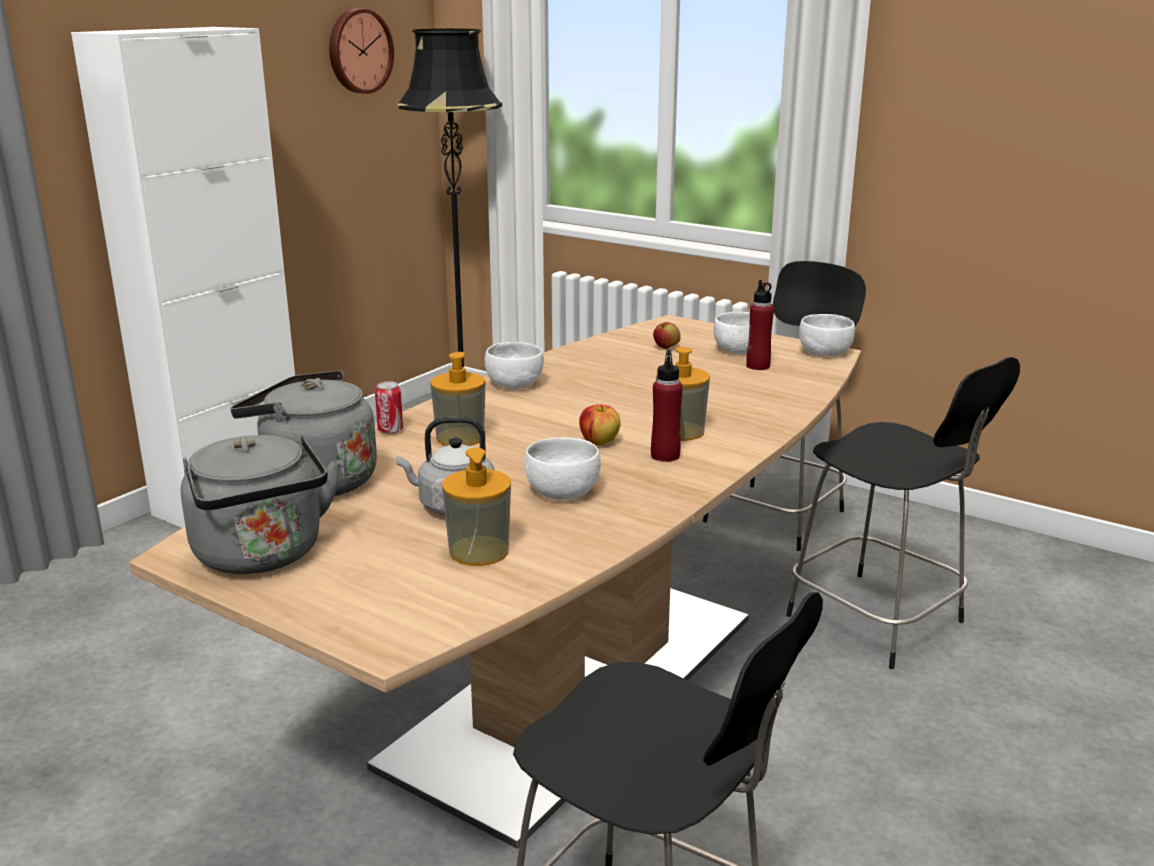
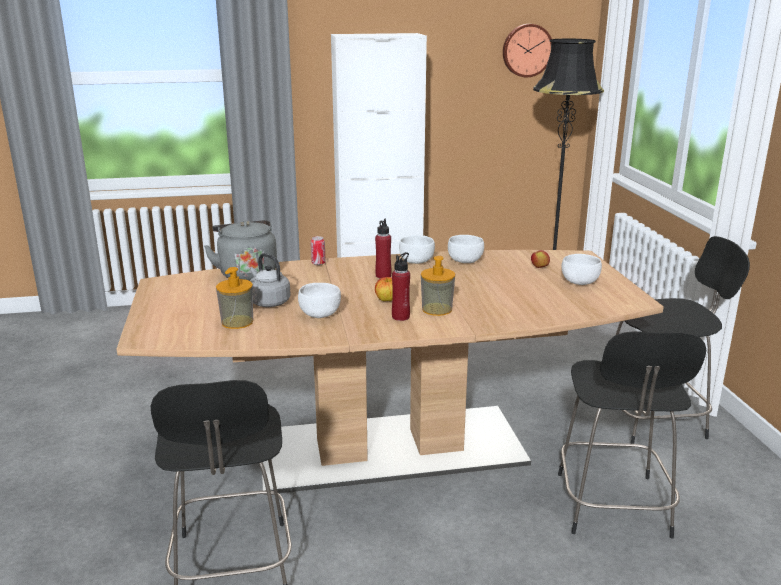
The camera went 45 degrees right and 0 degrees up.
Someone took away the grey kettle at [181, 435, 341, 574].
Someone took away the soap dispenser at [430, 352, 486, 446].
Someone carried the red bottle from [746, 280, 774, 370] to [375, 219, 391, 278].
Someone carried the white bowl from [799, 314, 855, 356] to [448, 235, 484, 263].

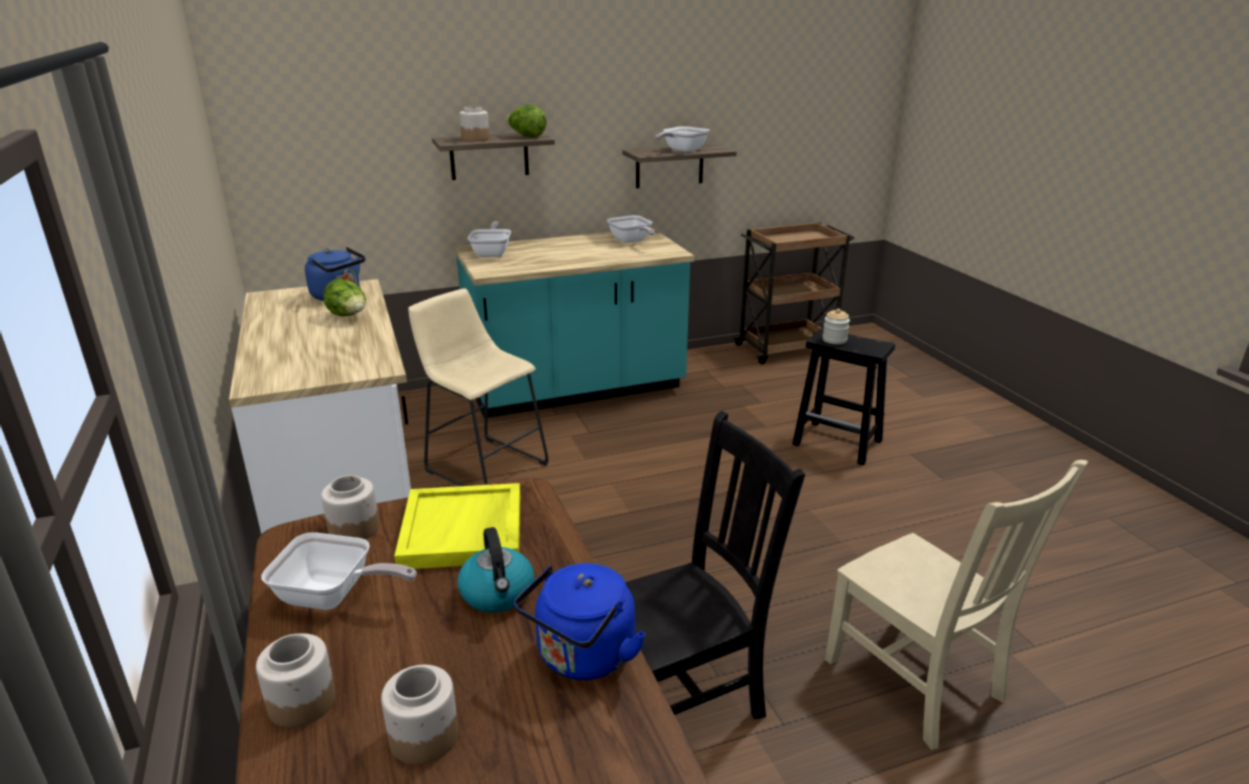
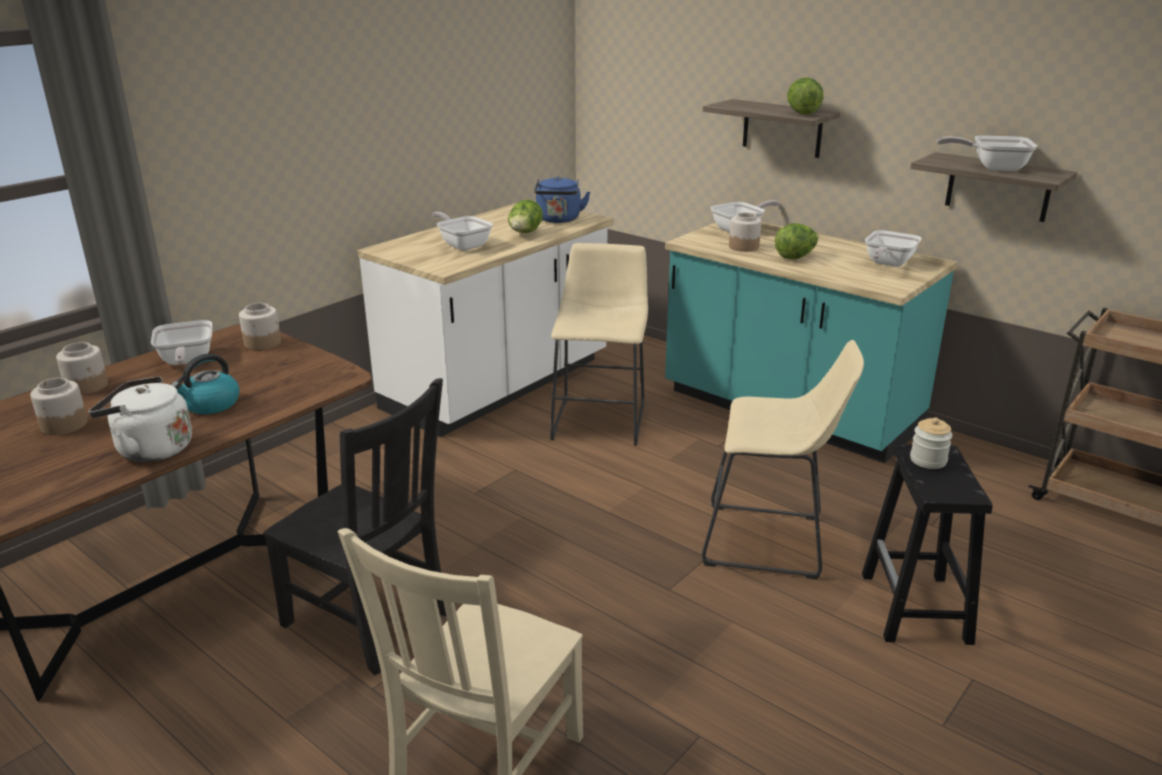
The camera went 60 degrees right and 0 degrees up.
Someone took away the yellow tray at [394, 483, 520, 569].
Someone put down the frying pan at [432, 212, 493, 250].
Someone put down the beige stool at [702, 340, 864, 579].
Someone put down the lettuce at [775, 223, 819, 260].
Someone carried the jar from [459, 107, 489, 142] to [729, 212, 761, 252].
Someone repainted the blue kettle at [514, 563, 646, 680], which became the white kettle at [88, 376, 192, 462].

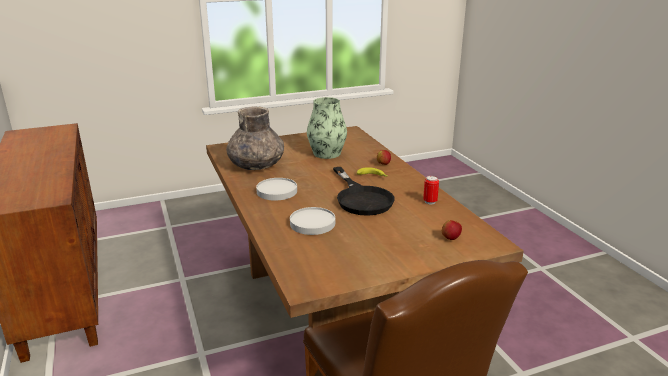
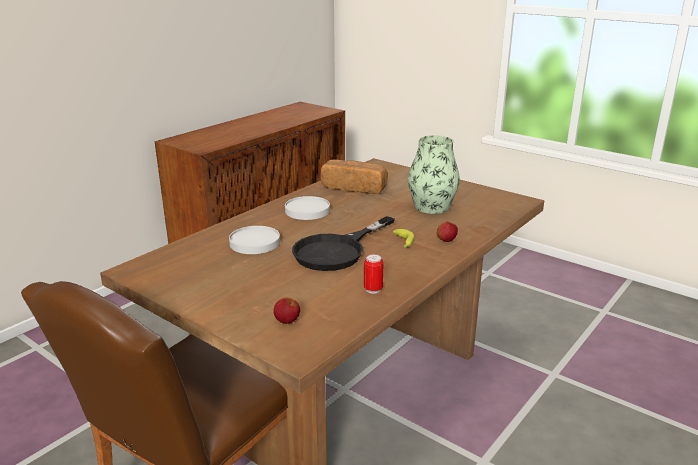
The camera went 60 degrees right and 0 degrees up.
Someone swapped the grey vase at [226, 106, 284, 170] for the bread at [321, 159, 388, 194].

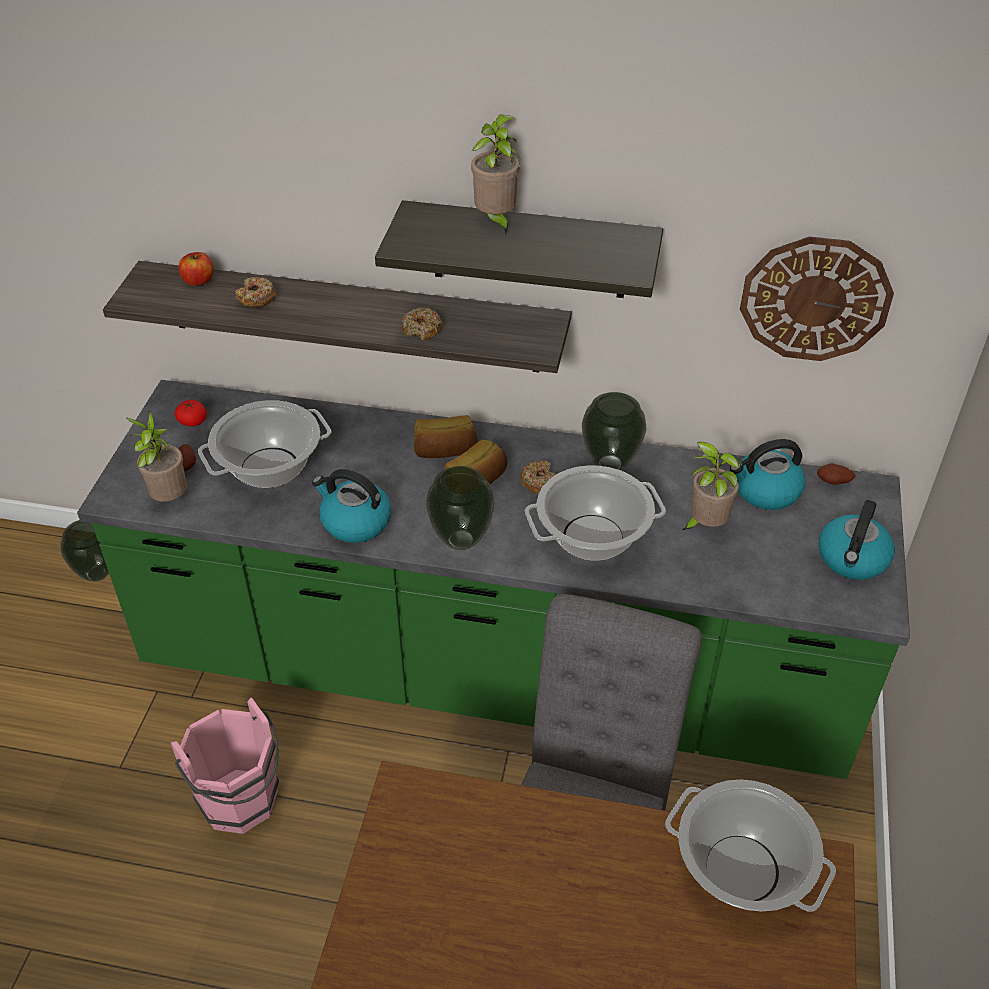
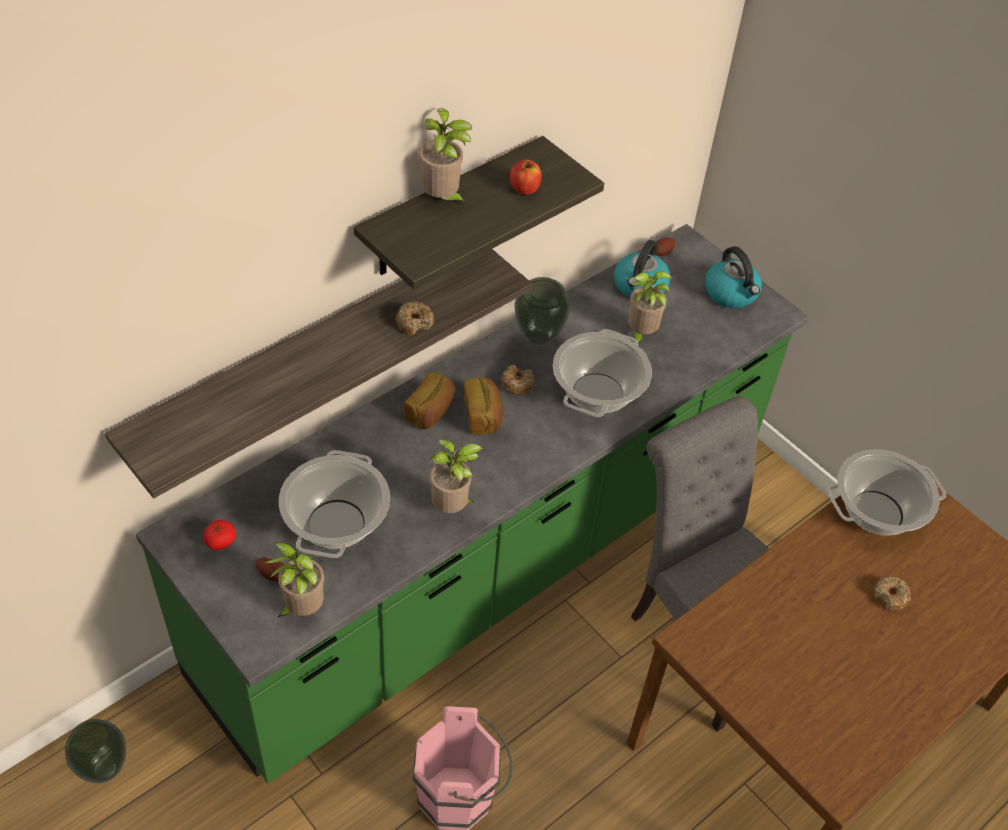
The camera went 55 degrees left and 5 degrees up.
Someone took away the vase at [426, 466, 495, 550].
Someone took away the wall clock at [740, 236, 894, 361].
Someone carried the apple from [178, 252, 214, 286] to [510, 160, 542, 195].
Someone carried the donut from [236, 277, 276, 307] to [873, 577, 911, 610].
Someone swapped the kettle at [312, 469, 392, 543] for the potted plant at [430, 439, 483, 513].

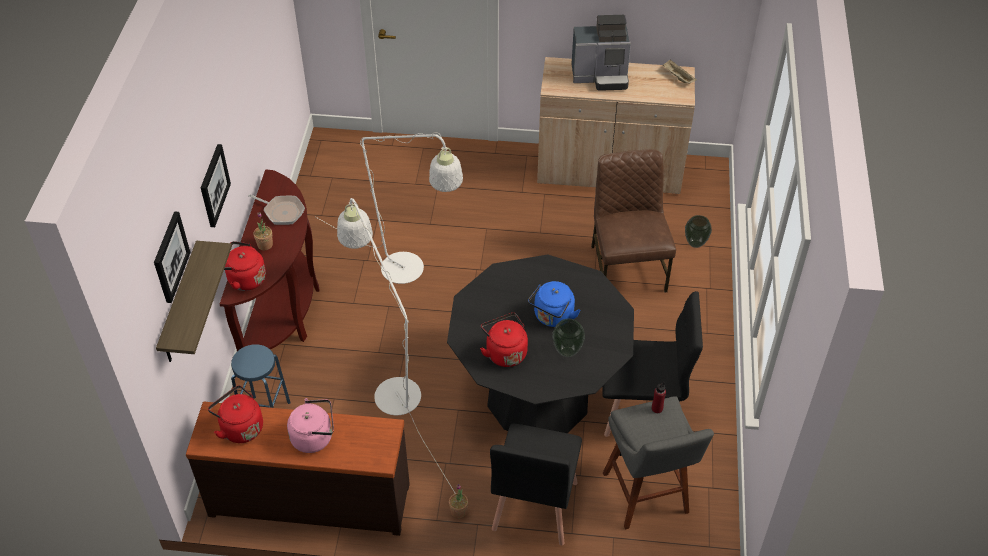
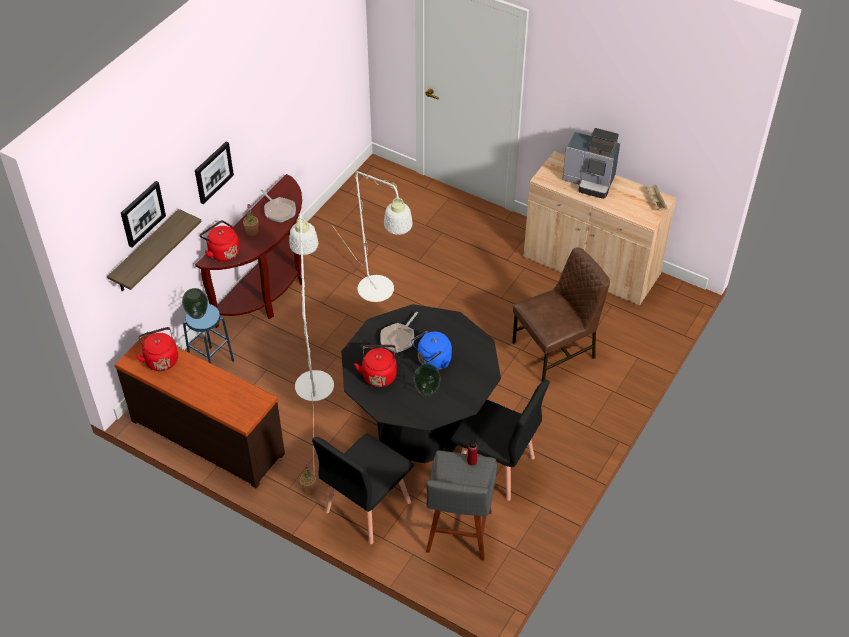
The camera went 25 degrees right and 0 degrees up.
Someone took away the pink kettle at [287, 398, 334, 453].
Someone put down the frying pan at [380, 312, 418, 353].
Someone carried the vase from [685, 215, 712, 248] to [182, 288, 208, 319].
Someone rotated the brown chair at [591, 149, 676, 292] by 45 degrees clockwise.

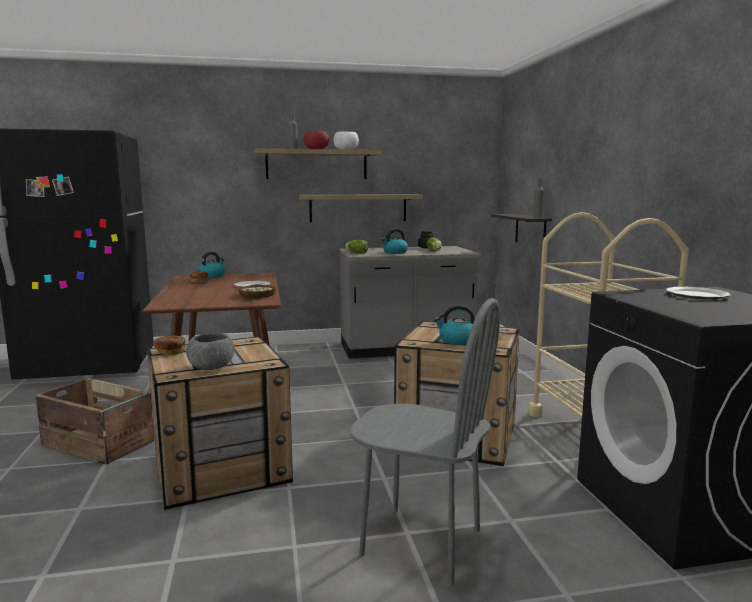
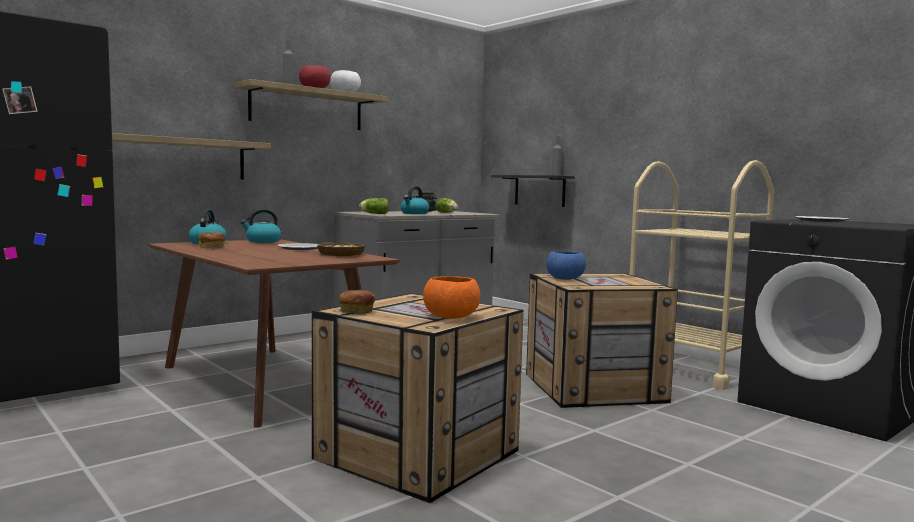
The camera went 30 degrees left and 5 degrees down.
Someone took away the crate at [35, 378, 155, 465].
Someone took away the grey chair at [350, 298, 500, 585].
Someone put down the blue bowl at [546, 251, 586, 280].
Someone carried the shelf from [299, 194, 422, 222] to [112, 133, 271, 180].
Someone carried the kettle from [434, 305, 475, 345] to [241, 209, 281, 243].
Someone repainted the grey bowl at [186, 333, 235, 370], which became the orange bowl at [423, 276, 480, 319].

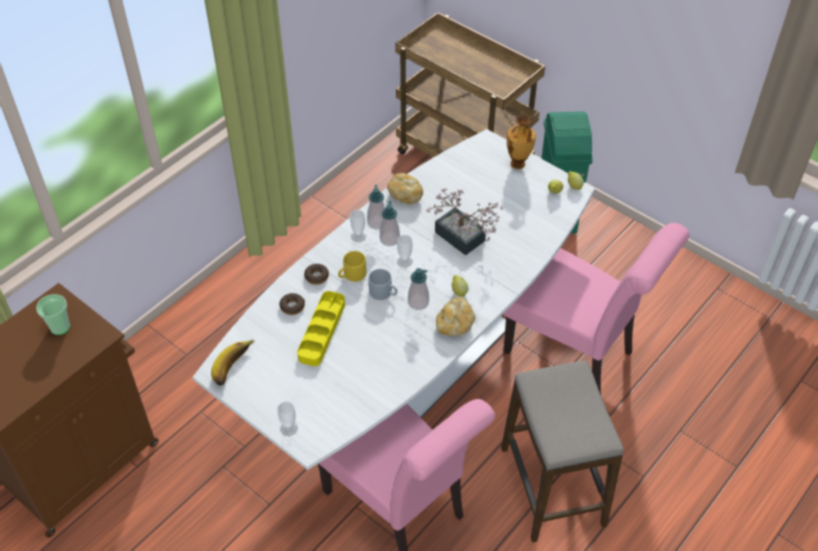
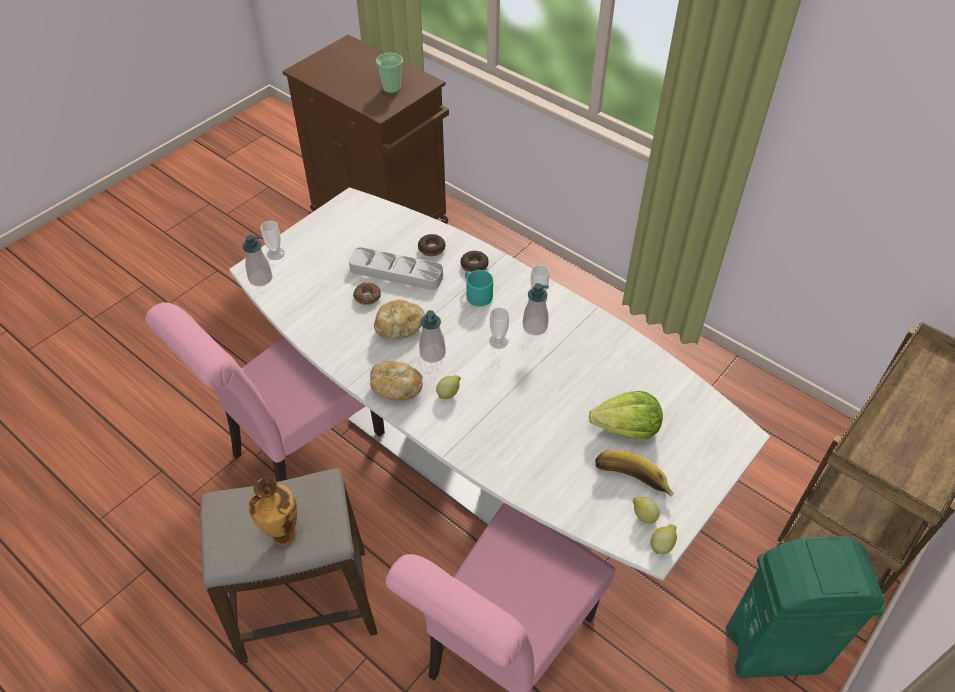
The camera went 90 degrees right and 0 degrees up.
Someone took away the grey mug at [369, 269, 398, 300].
Someone took away the potted plant at [426, 188, 503, 255].
Someone put down the donut at [353, 282, 381, 305].
Someone put down the lettuce at [589, 391, 663, 439].
Someone carried the banana from [211, 339, 255, 386] to [595, 450, 674, 496].
Someone carried the soap dispenser from [367, 185, 385, 230] to [242, 235, 272, 286].
Someone carried the bread from [387, 173, 423, 204] to [374, 300, 425, 339].
Someone carried the vase from [507, 115, 536, 169] to [249, 477, 297, 545].
Someone repainted the yellow tray at [297, 291, 345, 366], which became the grey tray at [349, 247, 443, 290].
Someone repainted the yellow mug at [338, 251, 366, 282], which became the turquoise mug at [465, 270, 493, 306].

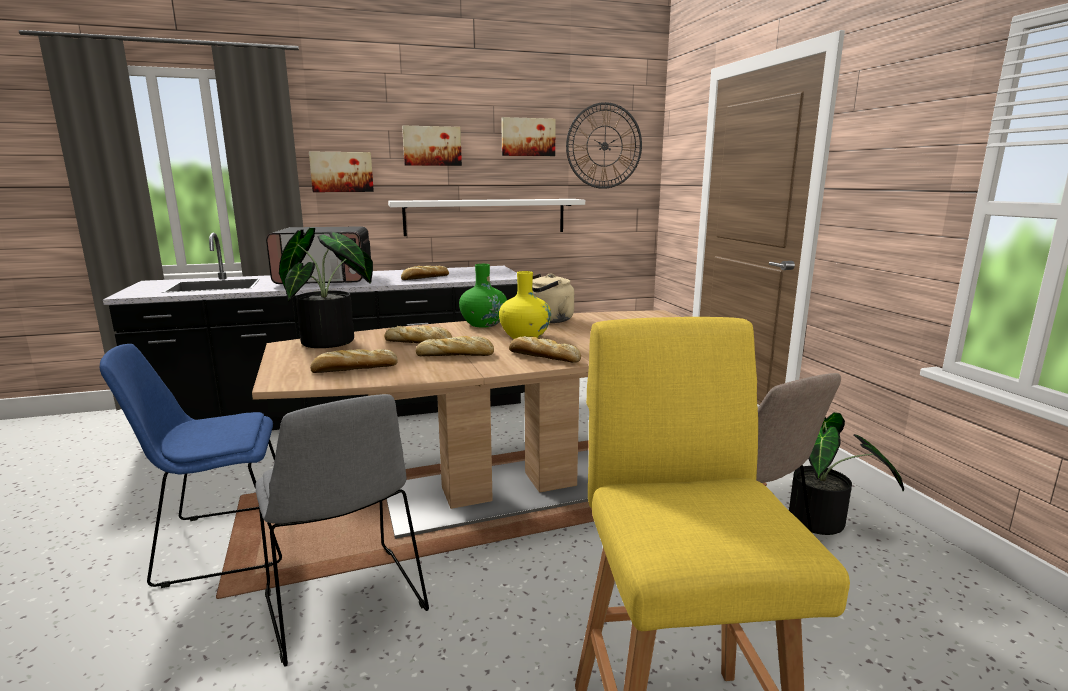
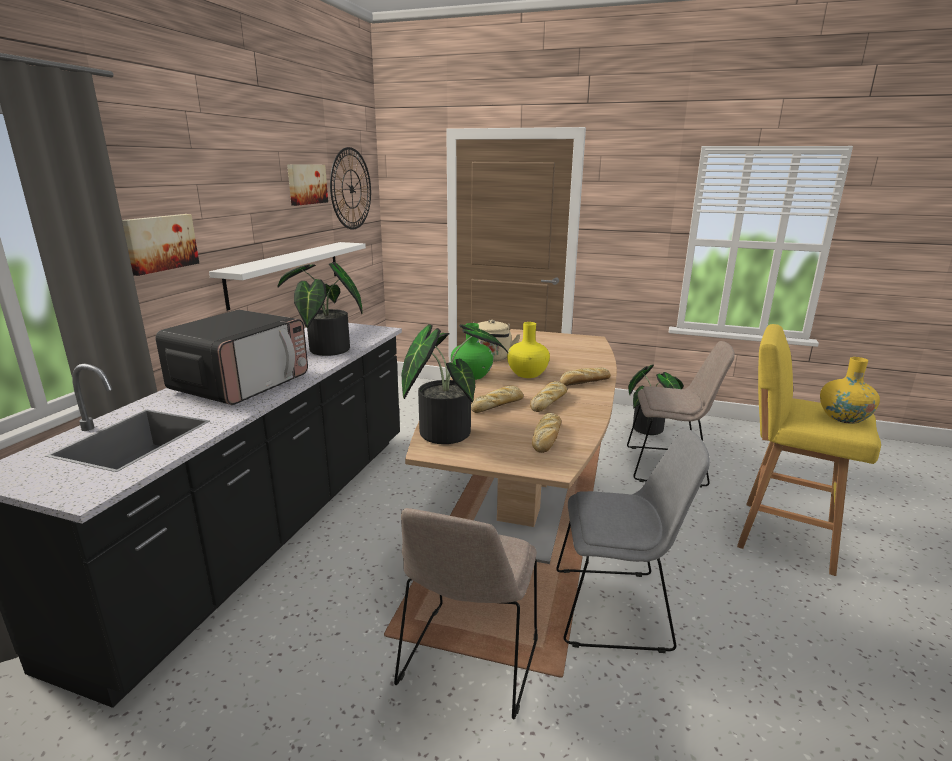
The camera went 55 degrees left and 5 degrees up.
Someone took away the picture at [402, 126, 462, 166].
Someone put down the yellow vase at [820, 357, 880, 424].
Someone swapped the bread at [401, 265, 449, 280] for the potted plant at [277, 262, 363, 356].
Someone repainted the blue chair at [100, 344, 282, 588], which became the beige chair at [394, 508, 538, 720].

